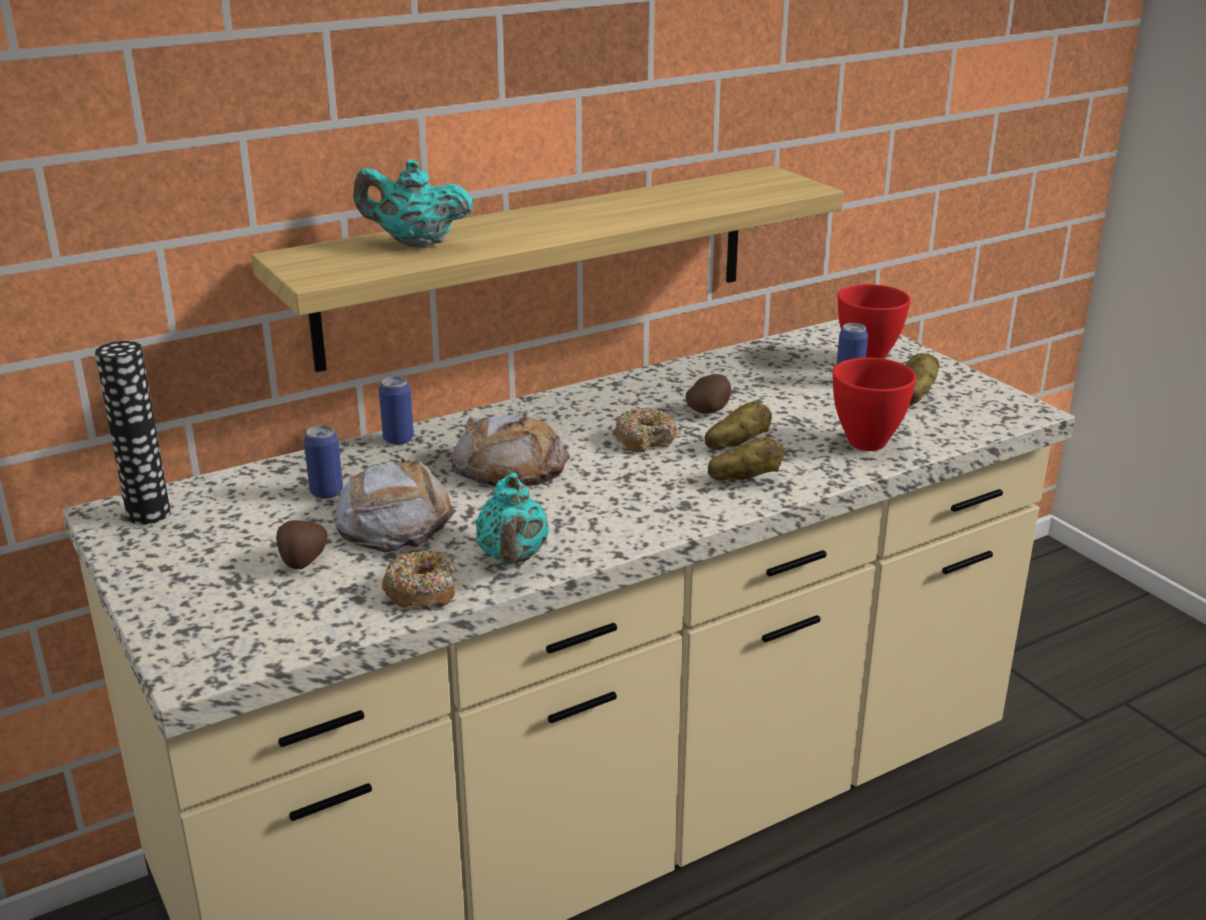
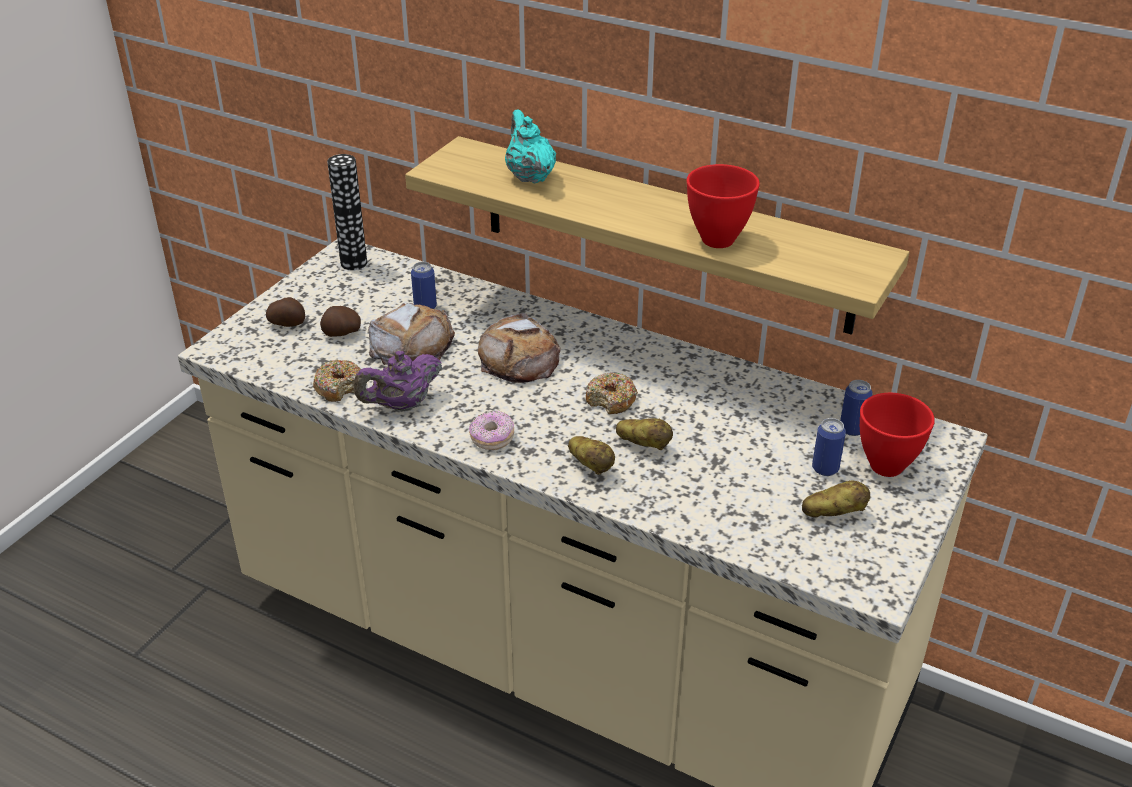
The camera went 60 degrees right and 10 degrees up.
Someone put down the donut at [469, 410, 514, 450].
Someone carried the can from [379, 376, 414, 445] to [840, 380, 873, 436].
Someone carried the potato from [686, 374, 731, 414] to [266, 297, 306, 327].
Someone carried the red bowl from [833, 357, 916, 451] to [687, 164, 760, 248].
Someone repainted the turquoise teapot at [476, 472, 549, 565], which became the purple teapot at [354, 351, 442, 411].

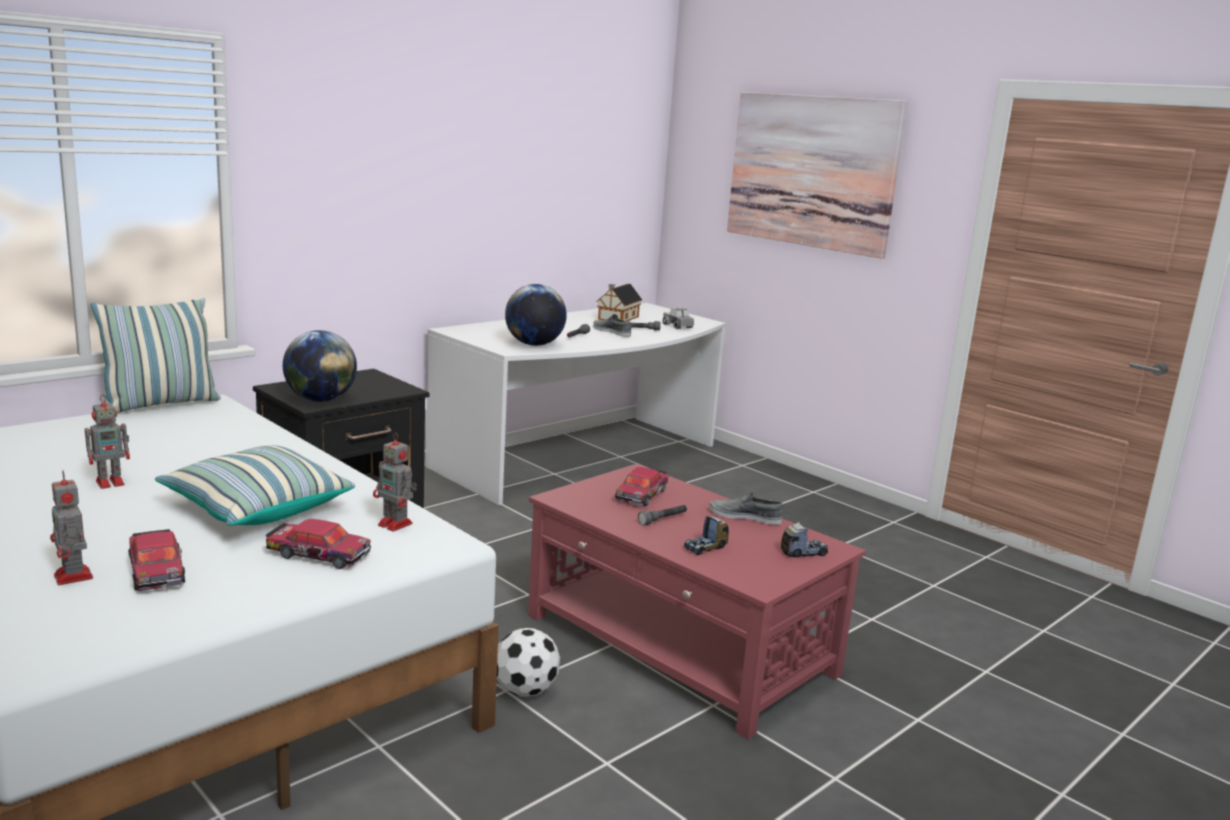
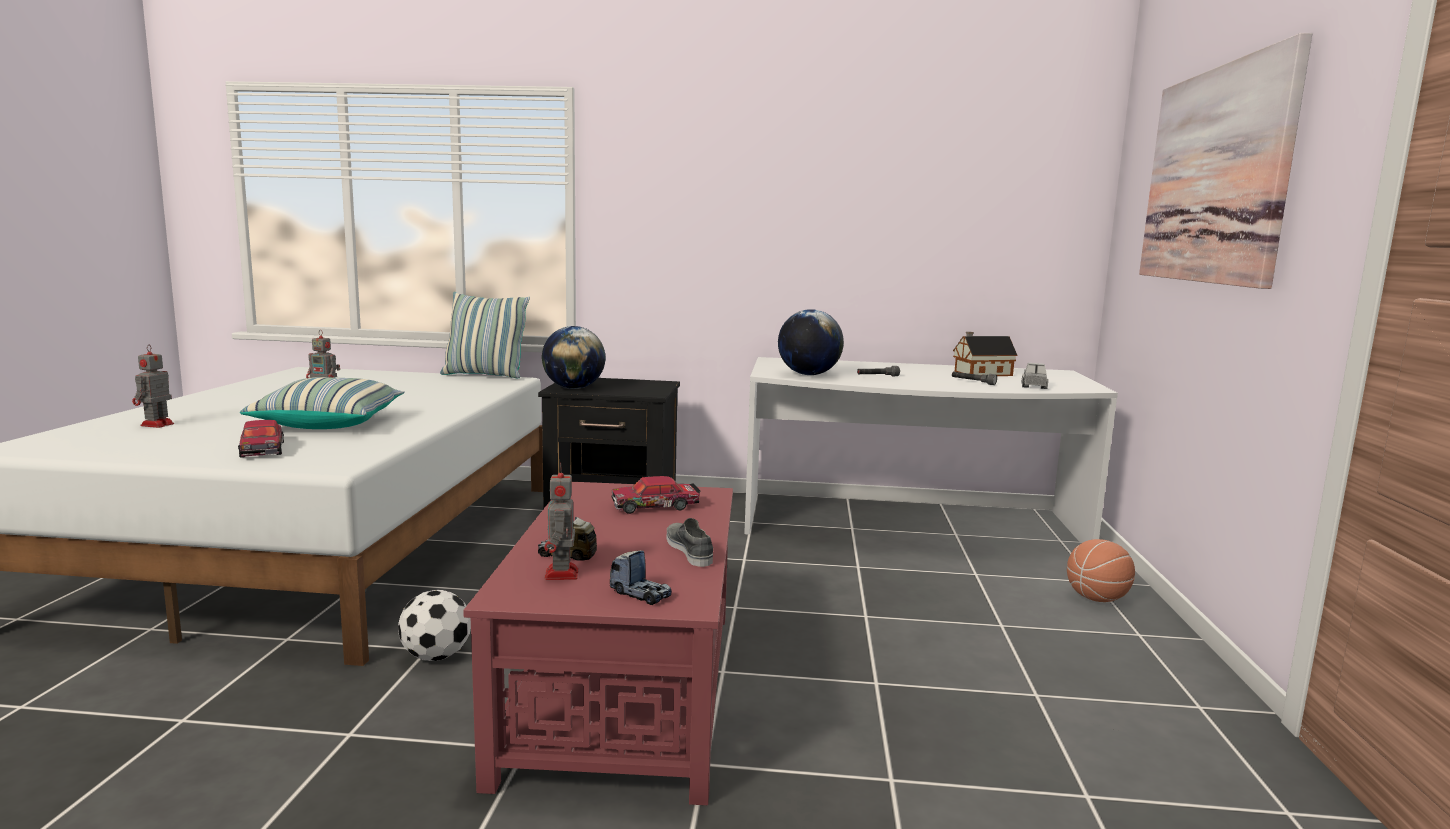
The camera went 50 degrees right and 5 degrees down.
Someone took away the toy car at [128, 529, 185, 591].
Someone took away the grey shoe at [593, 314, 632, 337].
Someone took away the grey flashlight at [638, 505, 687, 525].
Someone put down the basketball at [1067, 539, 1135, 602].
Someone carried the toy robot from [373, 433, 417, 532] to [544, 463, 579, 580].

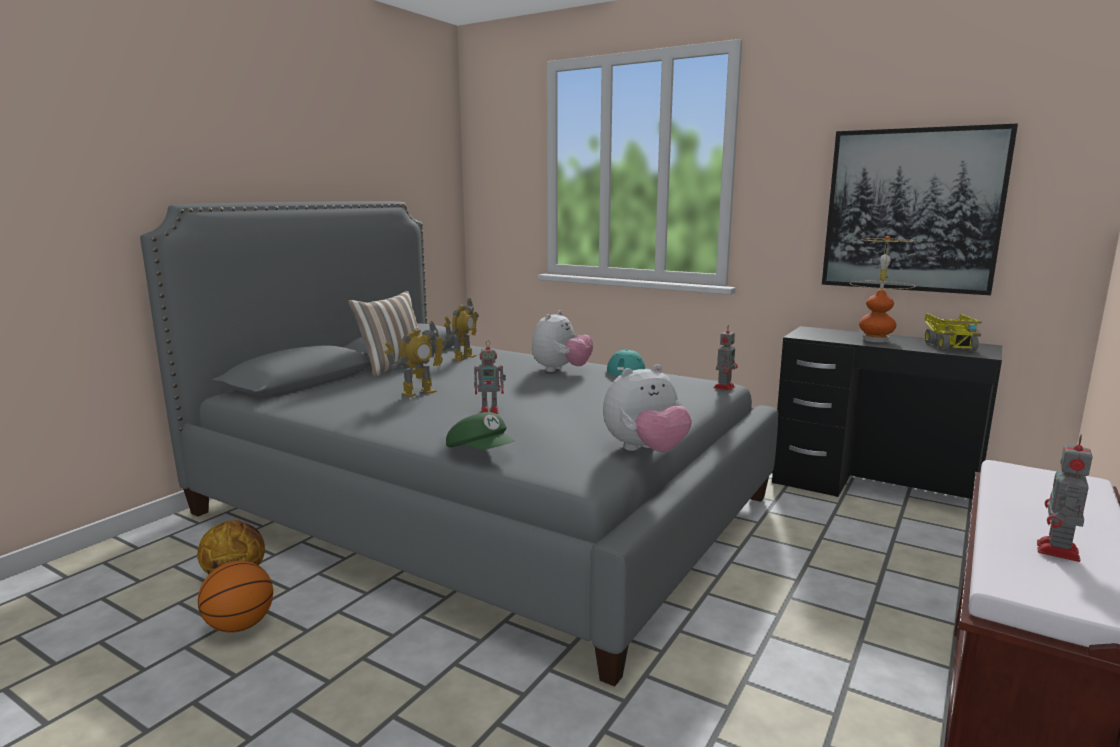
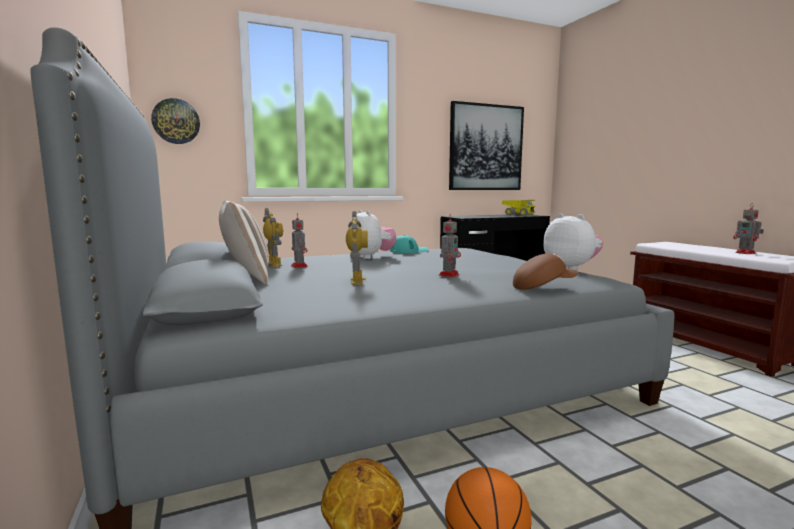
The camera went 55 degrees left and 5 degrees down.
Someone took away the table lamp at [850, 236, 916, 343].
Someone put up the wall clock at [151, 98, 200, 144].
Someone carried the toy robot from [714, 325, 738, 391] to [291, 213, 308, 268].
Someone repainted the green cap at [446, 412, 515, 450], which became the brown cap at [513, 253, 578, 290].
Someone rotated the plush toy at [603, 365, 692, 452] by 45 degrees counterclockwise.

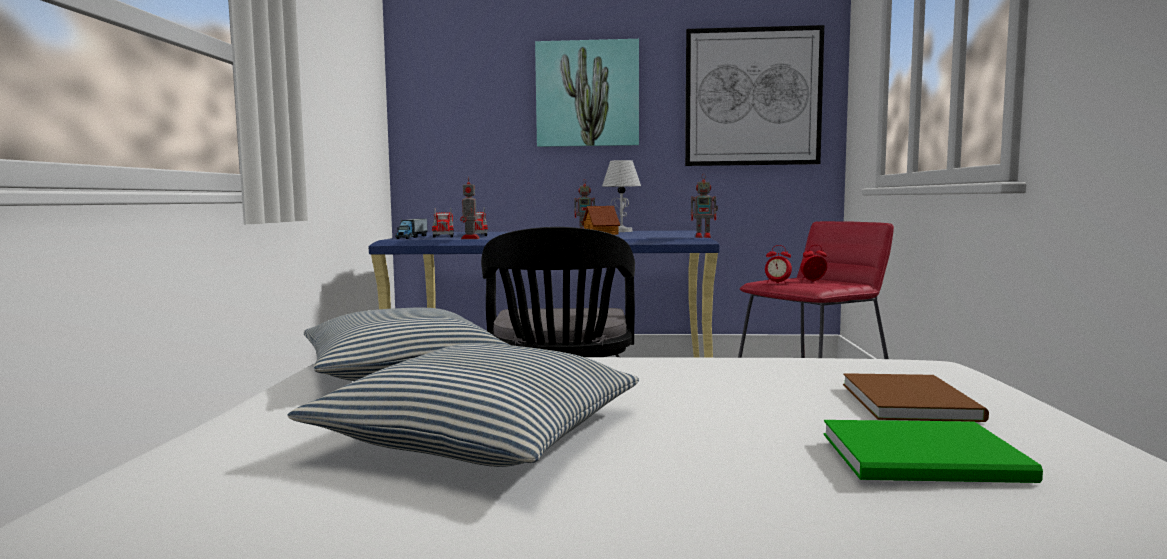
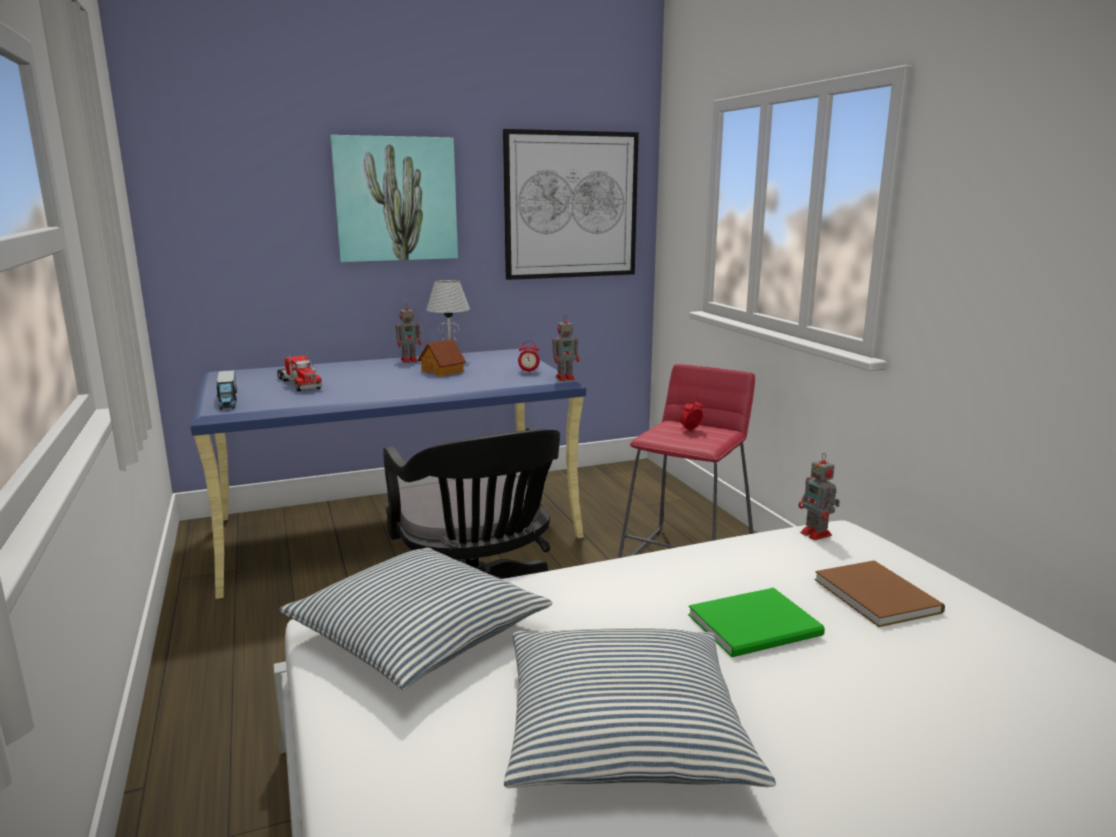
The camera went 25 degrees left and 10 degrees up.
Someone took away the toy truck at [432, 208, 454, 238].
Someone carried the toy robot from [460, 177, 480, 239] to [798, 453, 840, 540].
Someone carried the alarm clock from [765, 245, 792, 284] to [518, 341, 540, 373].
Someone carried the green book from [824, 420, 1043, 483] to [688, 587, 825, 657].

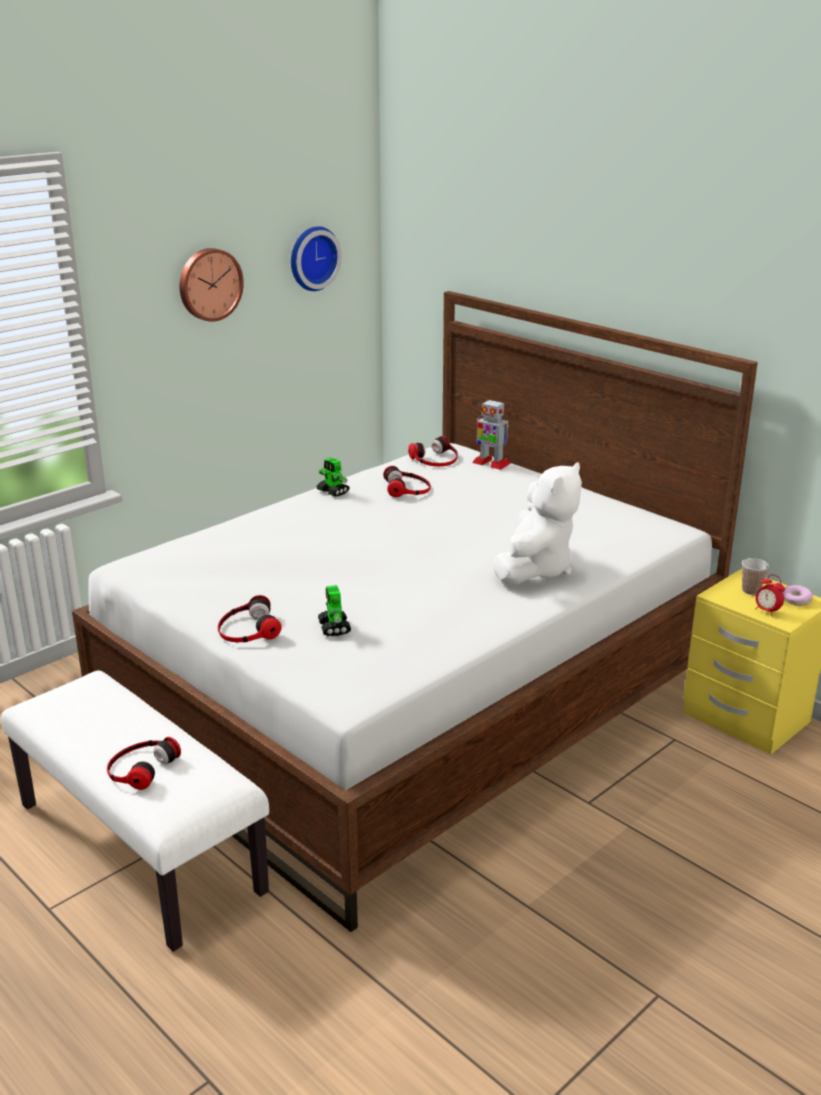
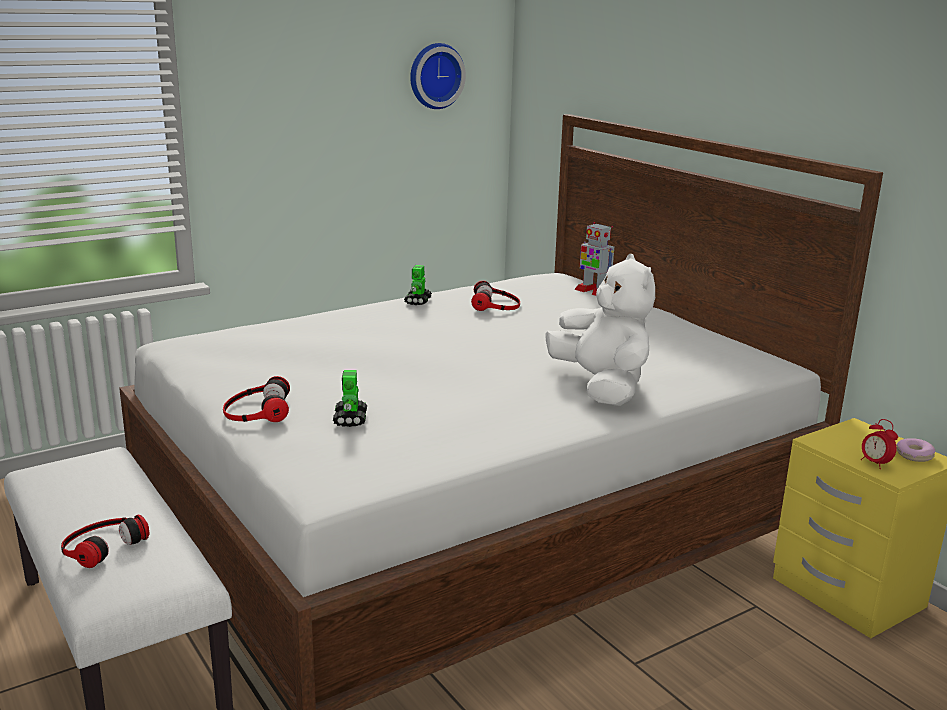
The camera went 10 degrees right and 5 degrees down.
Someone took away the wall clock at [180, 248, 244, 322].
Someone took away the headphones at [408, 436, 458, 467].
Someone took away the cup at [742, 558, 769, 595].
Someone rotated the toy robot at [316, 457, 349, 497] by 45 degrees clockwise.
Someone rotated the white plush toy at [493, 462, 582, 584] by 60 degrees counterclockwise.

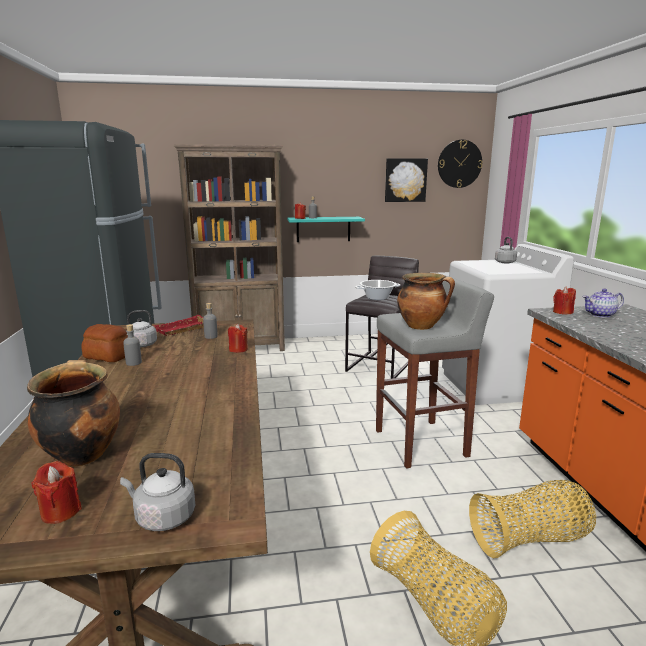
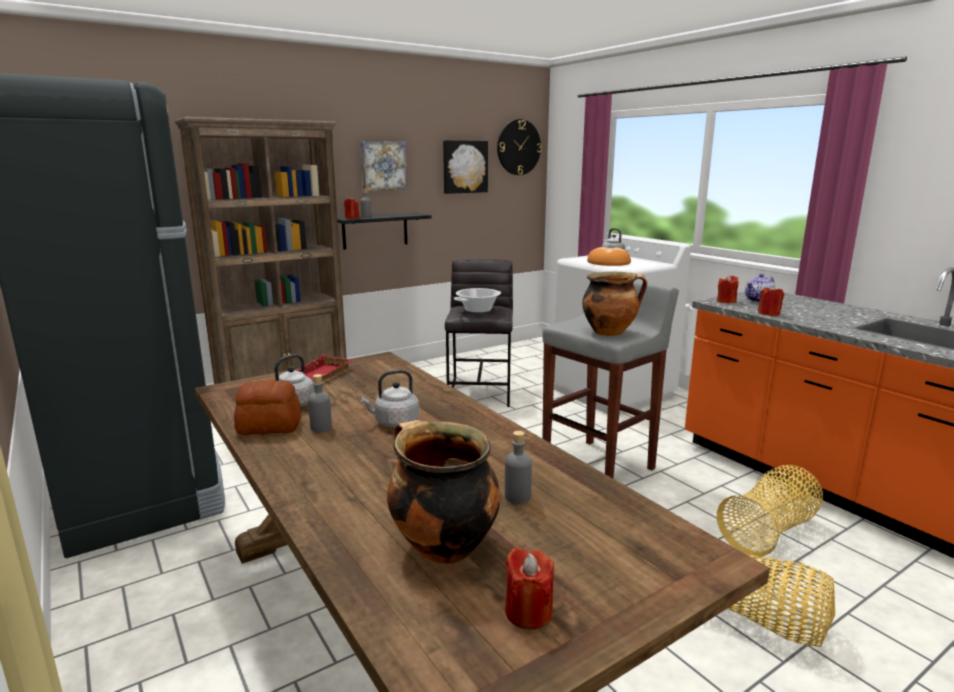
The camera went 25 degrees left and 0 degrees up.
Someone put up the picture at [360, 141, 407, 191].
Someone put down the bread at [587, 247, 631, 266].
Someone carried the grey kettle from [120, 453, 195, 531] to [361, 370, 419, 427].
Someone carried the grey bottle from [203, 303, 218, 339] to [505, 431, 532, 504].
Someone carried the red candle from [228, 324, 248, 353] to [758, 285, 784, 316].
Someone repainted the turquoise shelf at [287, 217, 365, 242], which became the black shelf at [337, 213, 432, 250].

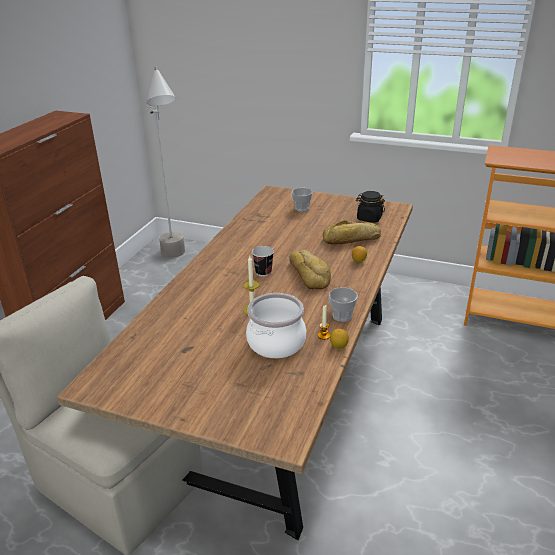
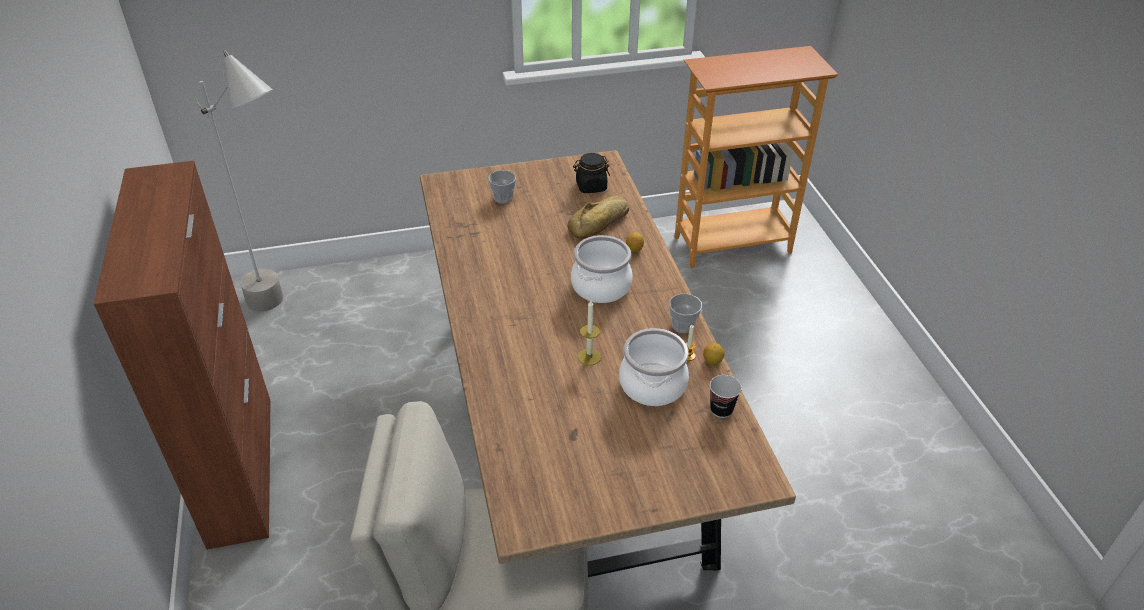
The camera went 35 degrees left and 10 degrees up.
Someone carried the cup from [252, 246, 274, 277] to [710, 375, 742, 418].
Someone swapped the bread at [289, 250, 331, 289] for the cooking pot at [571, 235, 633, 303].

